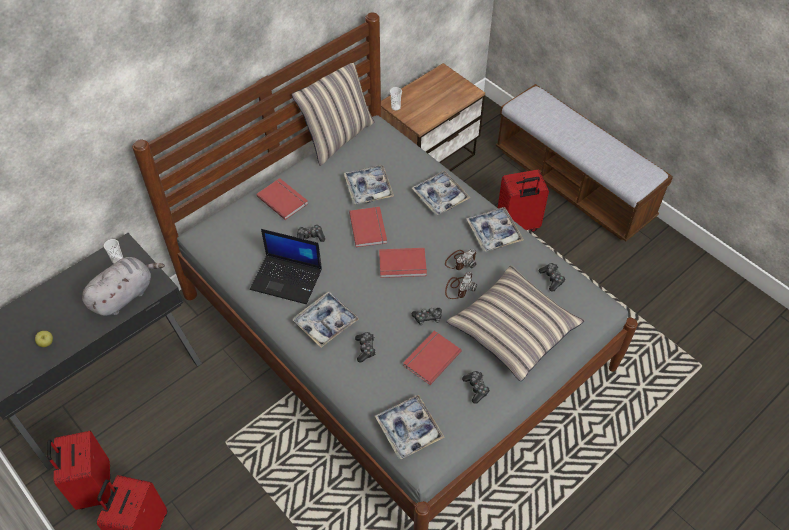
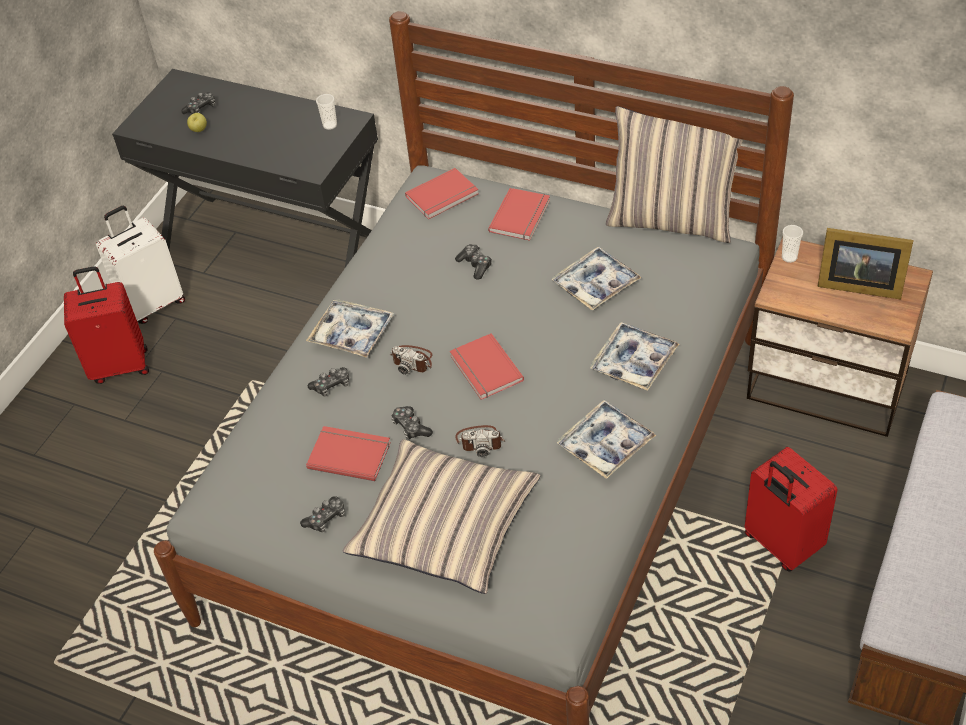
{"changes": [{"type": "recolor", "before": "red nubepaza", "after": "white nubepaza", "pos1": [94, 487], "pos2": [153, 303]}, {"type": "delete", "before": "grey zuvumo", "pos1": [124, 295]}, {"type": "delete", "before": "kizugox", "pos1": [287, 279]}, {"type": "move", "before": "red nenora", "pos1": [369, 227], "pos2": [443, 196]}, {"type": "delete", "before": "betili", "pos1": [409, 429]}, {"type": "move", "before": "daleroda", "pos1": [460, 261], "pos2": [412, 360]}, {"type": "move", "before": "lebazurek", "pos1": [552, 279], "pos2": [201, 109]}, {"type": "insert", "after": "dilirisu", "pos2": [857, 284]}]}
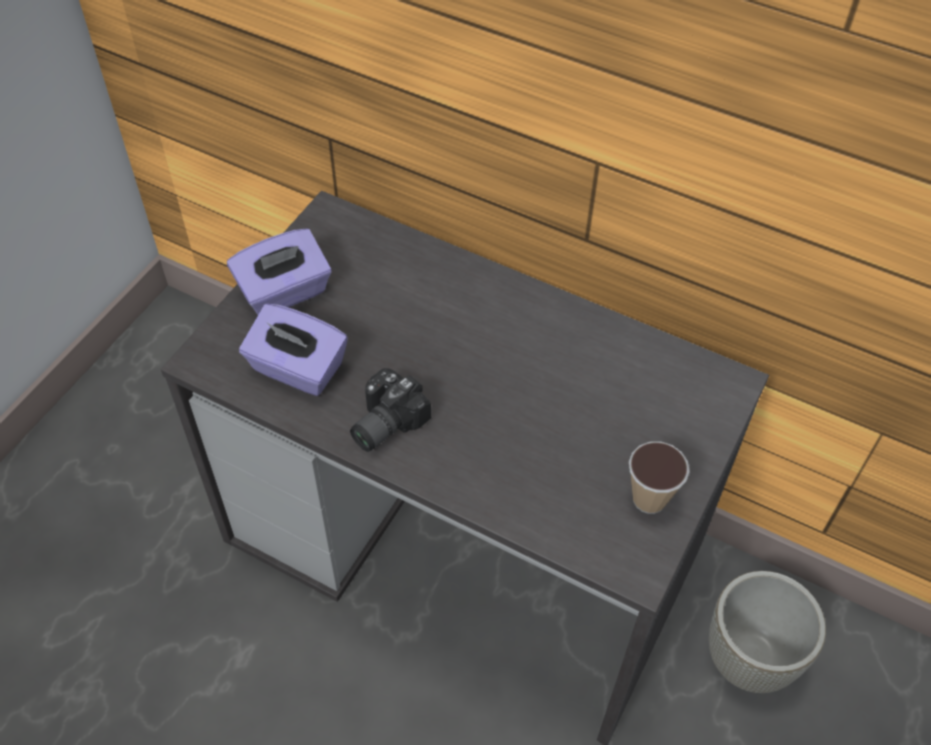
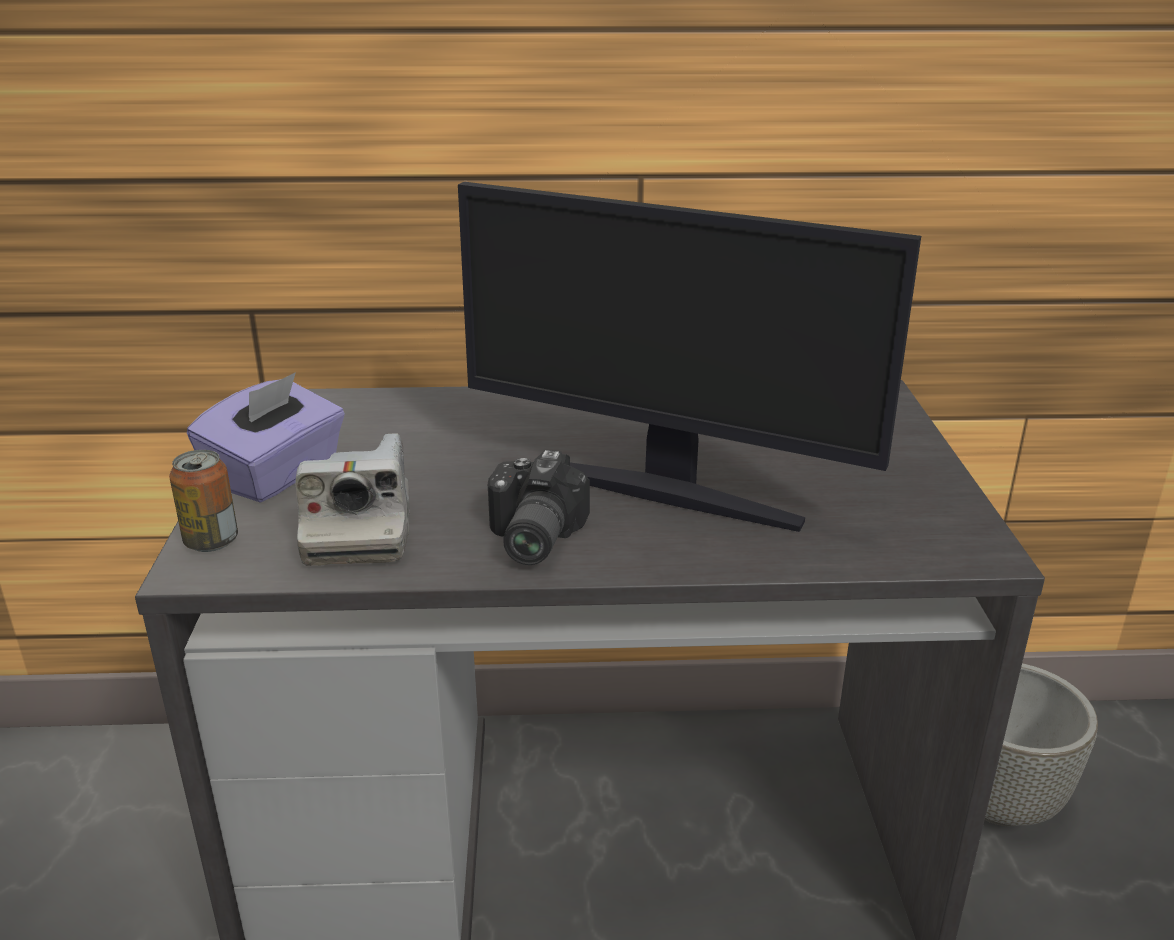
{"changes": [{"type": "replace", "before": "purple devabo", "after": "daleroda", "pos1": [297, 369], "pos2": [359, 531]}, {"type": "delete", "before": "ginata", "pos1": [649, 499]}, {"type": "insert", "after": "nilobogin", "pos2": [211, 541]}, {"type": "insert", "after": "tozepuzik", "pos2": [665, 491]}]}
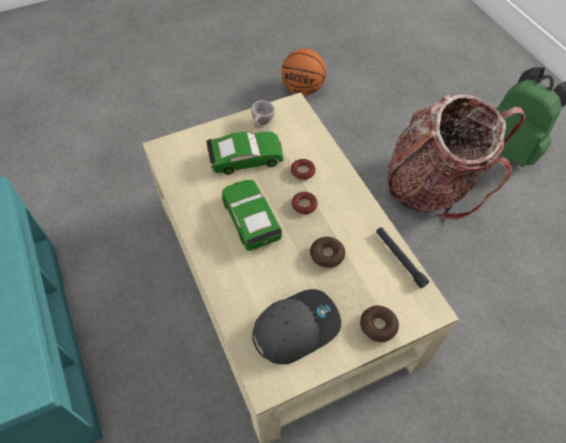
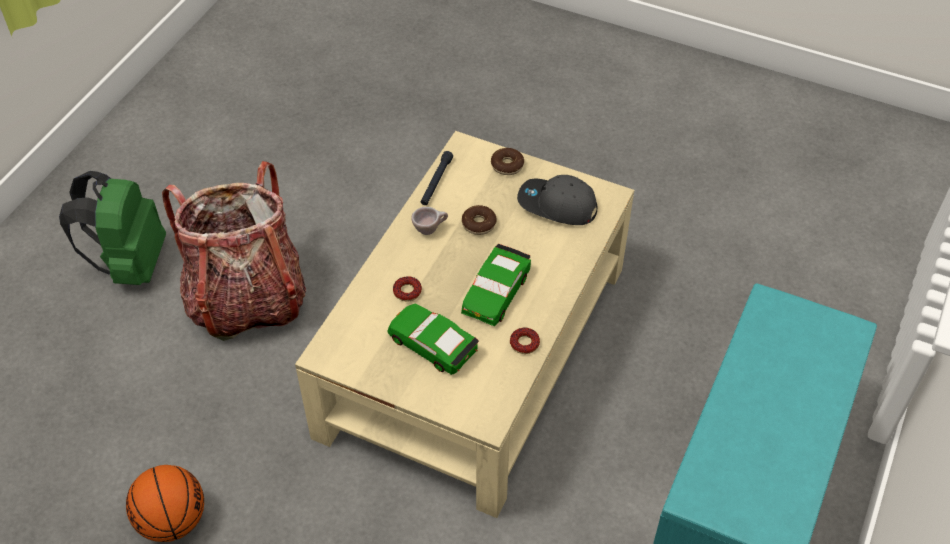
{"changes": [{"type": "move", "before": "beige ginata", "pos1": [262, 124], "pos2": [430, 229]}, {"type": "move", "before": "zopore", "pos1": [304, 205], "pos2": [524, 343]}]}
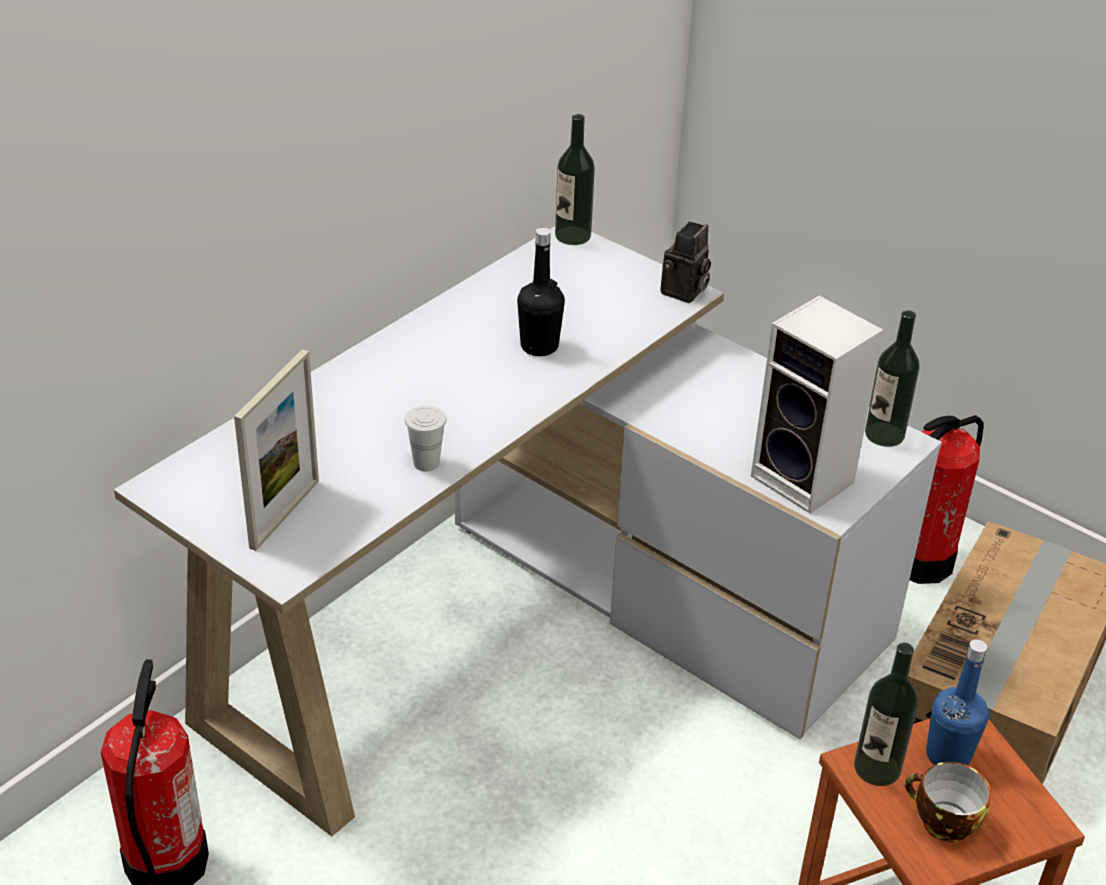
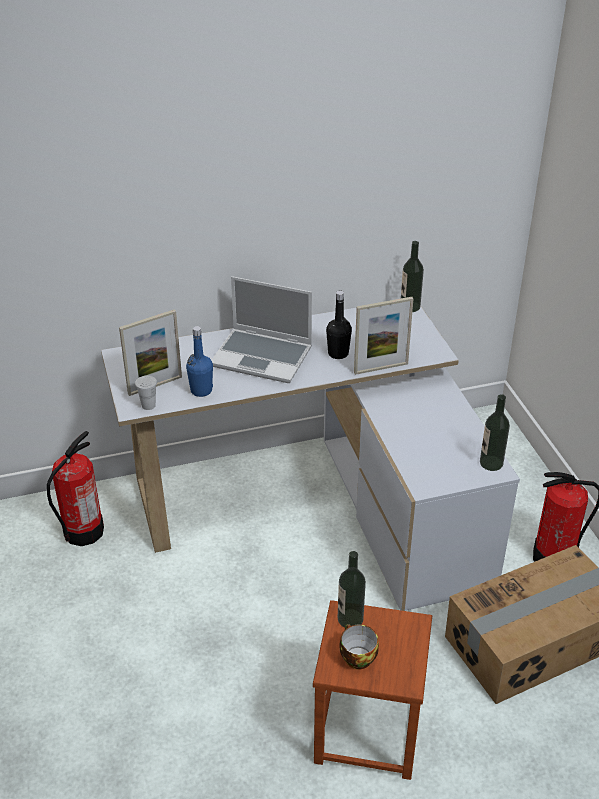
{"changes": [{"type": "move", "before": "white ginata", "pos1": [426, 463], "pos2": [148, 405]}, {"type": "delete", "before": "daleroda", "pos1": [684, 292]}, {"type": "delete", "before": "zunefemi", "pos1": [806, 480]}, {"type": "move", "before": "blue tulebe", "pos1": [948, 755], "pos2": [201, 390]}, {"type": "insert", "after": "kizugox", "pos2": [263, 357]}, {"type": "insert", "after": "dilirisu", "pos2": [381, 368]}]}
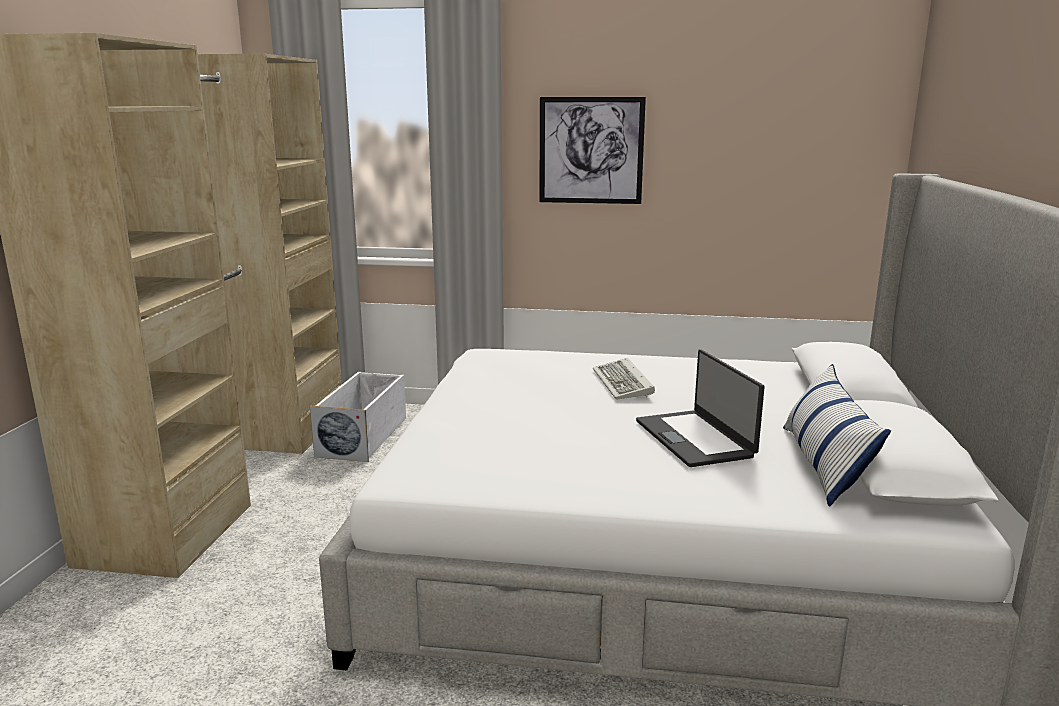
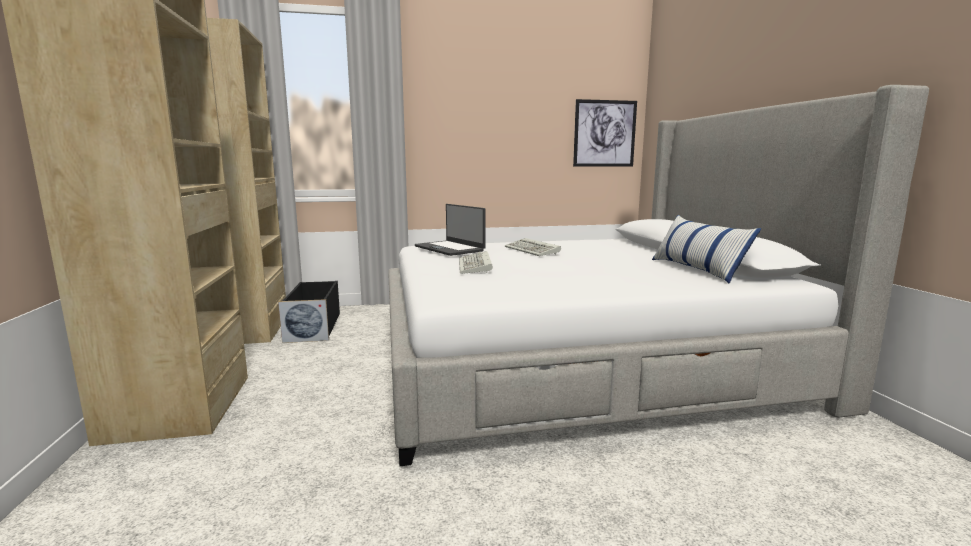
{"changes": [{"type": "recolor", "before": "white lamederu", "after": "black lamederu", "pos1": [363, 436], "pos2": [314, 327]}, {"type": "move", "before": "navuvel", "pos1": [591, 150], "pos2": [604, 133]}, {"type": "move", "before": "kizugox", "pos1": [695, 438], "pos2": [450, 248]}, {"type": "insert", "after": "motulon", "pos2": [476, 266]}]}
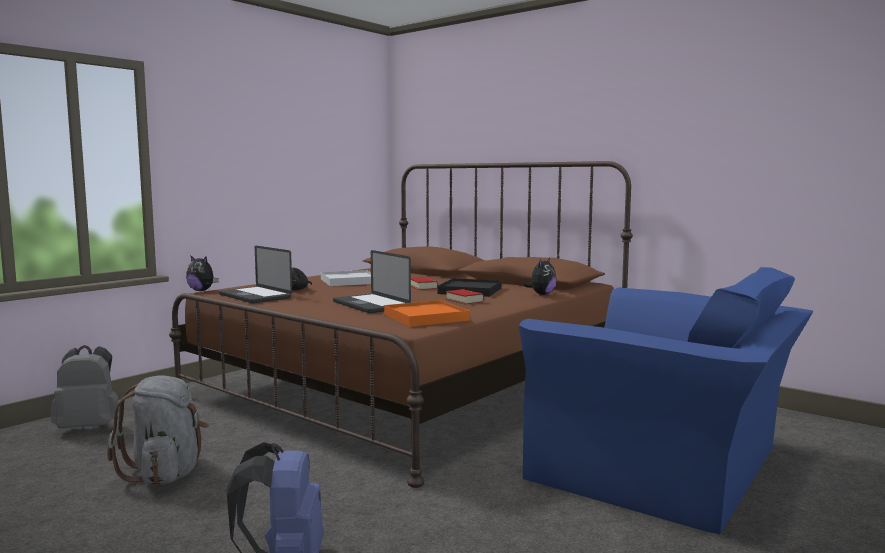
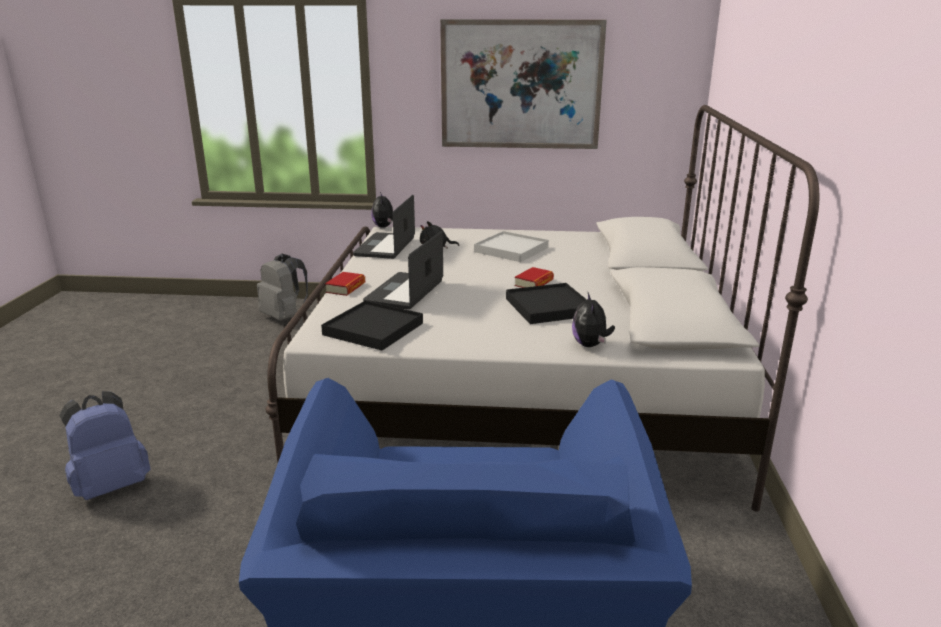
{"changes": [{"type": "delete", "before": "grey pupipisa", "pos1": [166, 474]}, {"type": "recolor", "before": "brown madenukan", "after": "white madenukan", "pos1": [408, 387], "pos2": [519, 387]}, {"type": "recolor", "before": "orange betili", "after": "black betili", "pos1": [426, 317], "pos2": [373, 329]}, {"type": "move", "before": "nenora", "pos1": [464, 301], "pos2": [346, 288]}, {"type": "rotate", "before": "zuvumo", "pos1": [541, 294], "pos2": [590, 345], "turn": 90}, {"type": "insert", "after": "navuvel", "pos2": [520, 85]}]}
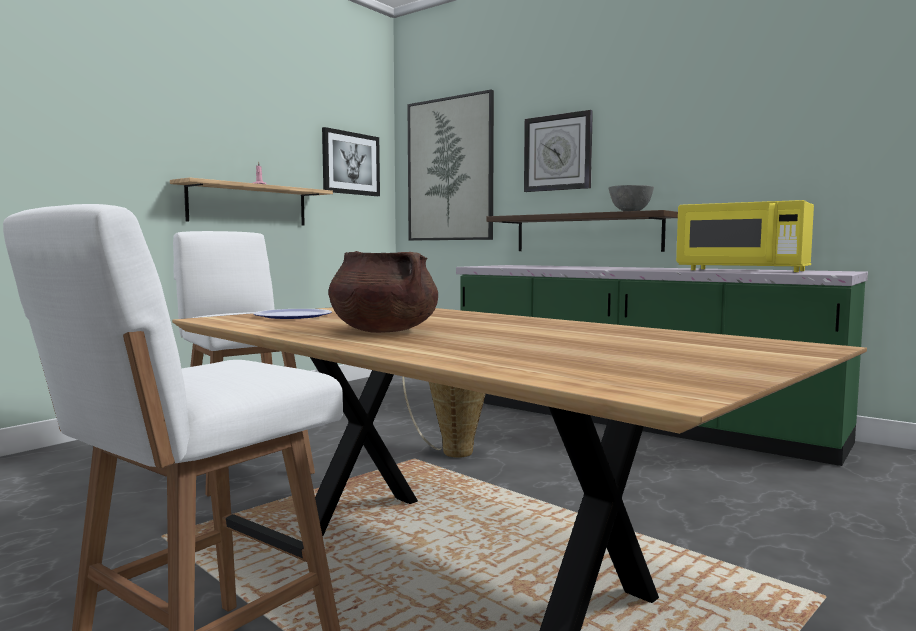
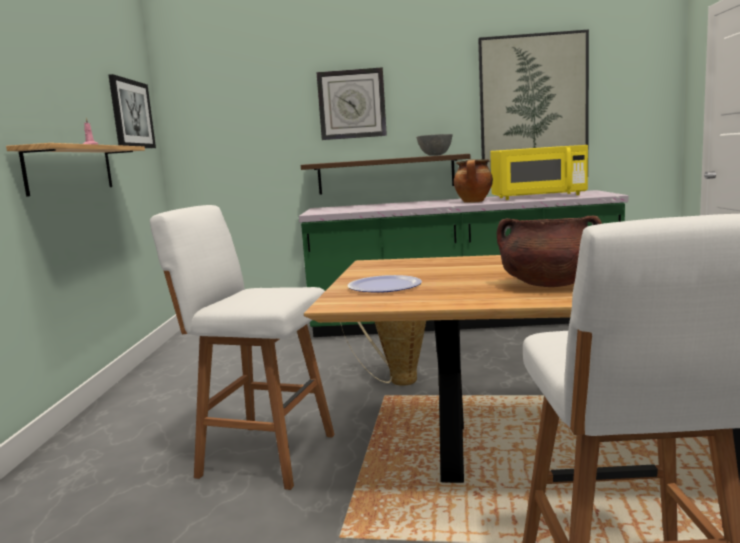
{"changes": [{"type": "move", "before": "navuvel", "pos1": [450, 169], "pos2": [533, 108]}, {"type": "insert", "after": "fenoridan", "pos2": [474, 202]}]}
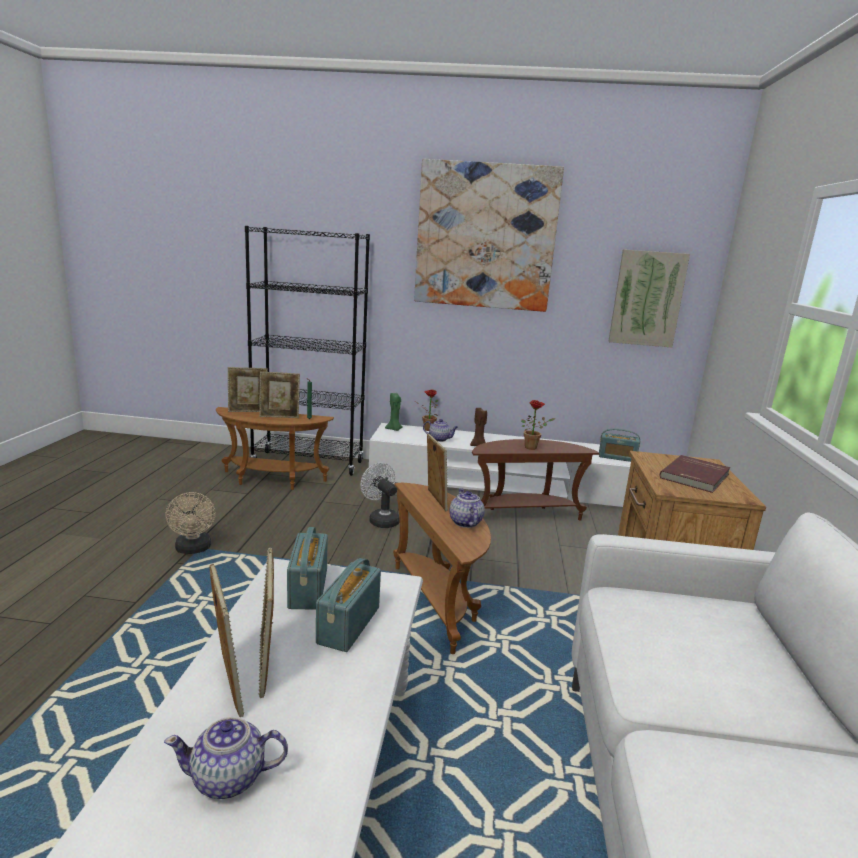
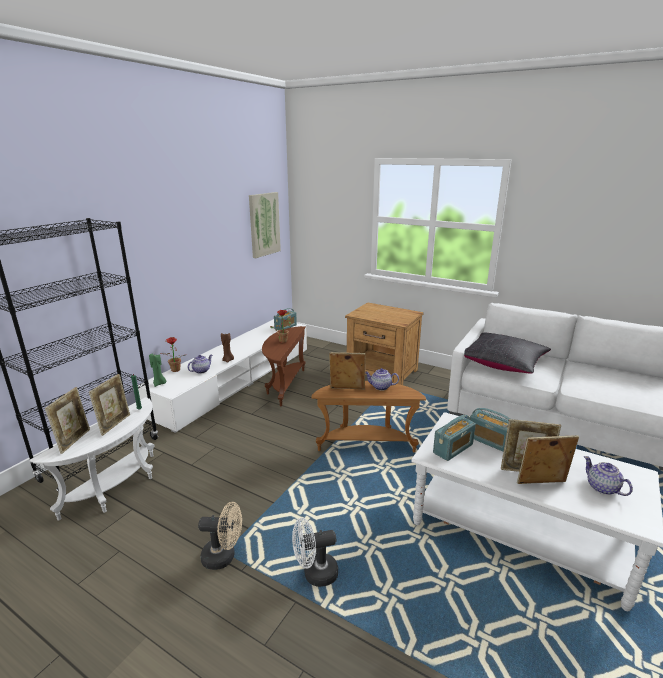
{"changes": [{"type": "rotate", "before": "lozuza", "pos1": [229, 779], "pos2": [602, 488], "turn": 135}, {"type": "recolor", "before": "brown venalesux", "after": "white venalesux", "pos1": [271, 481], "pos2": [118, 489]}, {"type": "rotate", "before": "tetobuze", "pos1": [308, 588], "pos2": [453, 448], "turn": -60}, {"type": "move", "before": "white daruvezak", "pos1": [381, 519], "pos2": [315, 574]}, {"type": "delete", "before": "navuvel", "pos1": [485, 237]}, {"type": "delete", "before": "red nenora", "pos1": [696, 476]}, {"type": "insert", "after": "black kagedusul", "pos2": [502, 362]}]}
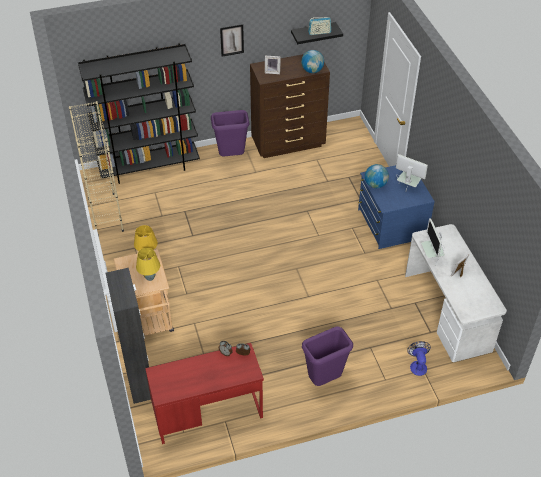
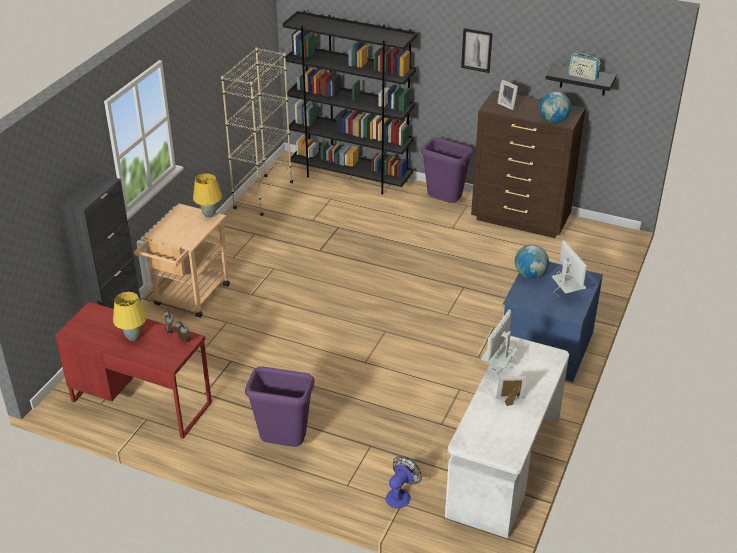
{"changes": [{"type": "move", "before": "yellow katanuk", "pos1": [149, 277], "pos2": [133, 337]}]}
